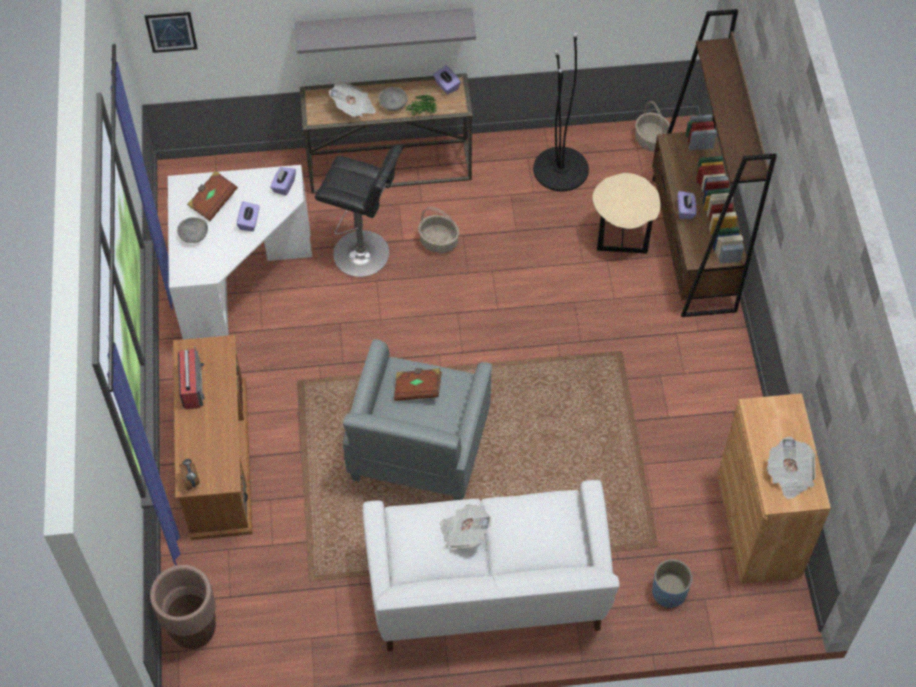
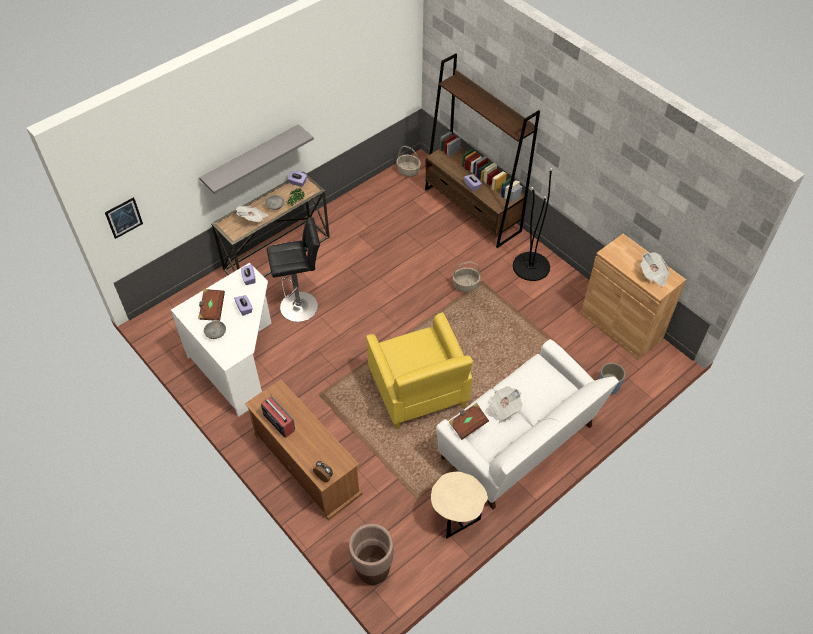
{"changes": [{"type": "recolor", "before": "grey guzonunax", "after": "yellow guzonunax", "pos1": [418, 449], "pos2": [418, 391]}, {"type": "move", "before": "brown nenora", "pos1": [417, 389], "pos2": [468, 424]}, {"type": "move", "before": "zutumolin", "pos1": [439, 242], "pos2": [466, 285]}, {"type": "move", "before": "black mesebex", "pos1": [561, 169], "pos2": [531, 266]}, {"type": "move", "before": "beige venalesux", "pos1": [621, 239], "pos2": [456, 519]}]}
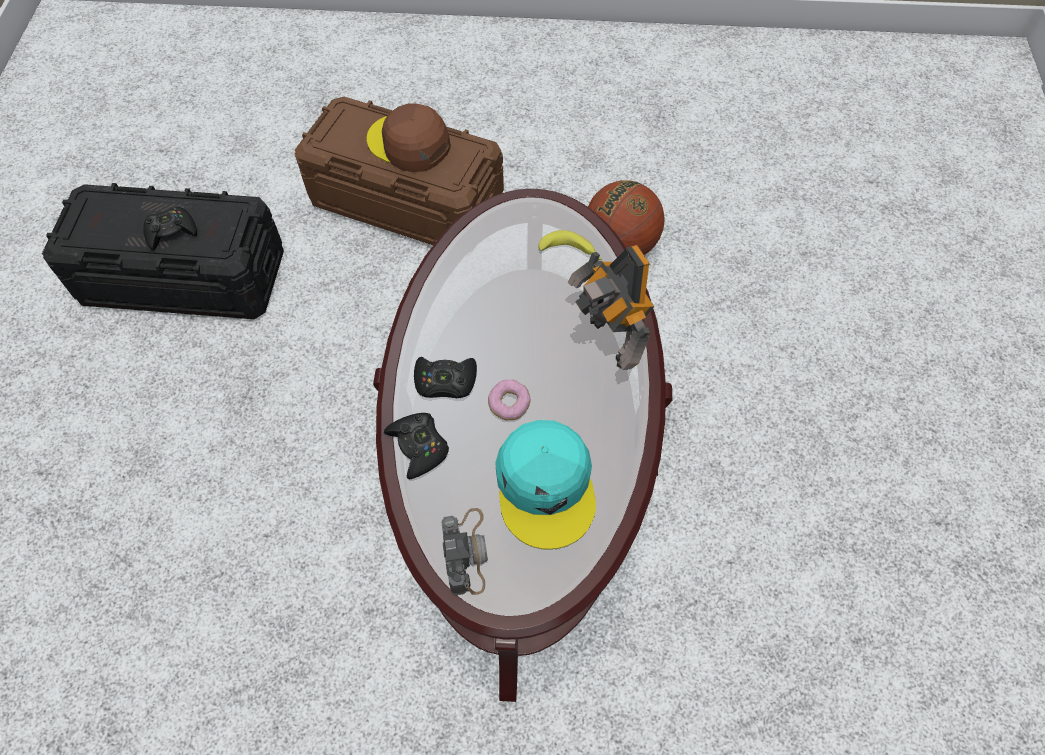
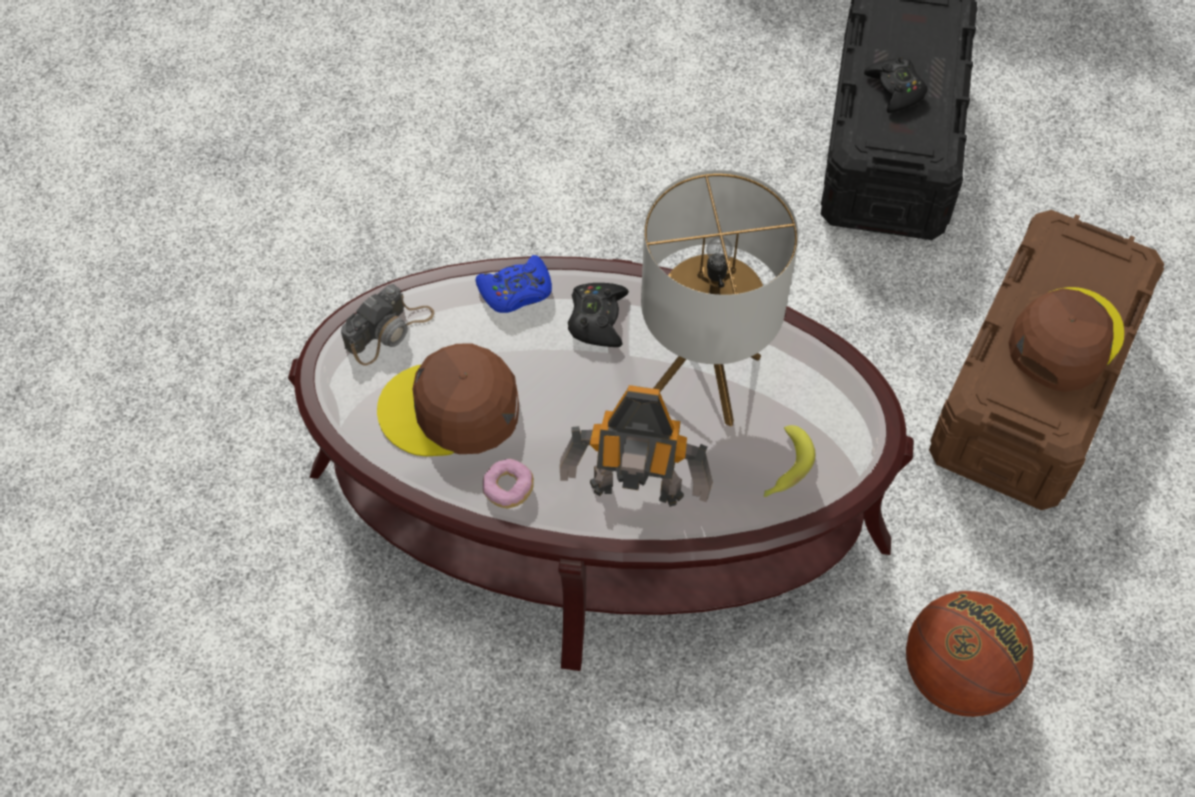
{"changes": [{"type": "recolor", "before": "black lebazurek", "after": "blue lebazurek", "pos1": [418, 447], "pos2": [516, 291]}, {"type": "rotate", "before": "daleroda", "pos1": [467, 551], "pos2": [389, 330], "turn": -45}, {"type": "move", "before": "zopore", "pos1": [509, 404], "pos2": [508, 489]}, {"type": "recolor", "before": "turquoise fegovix", "after": "brown fegovix", "pos1": [546, 486], "pos2": [451, 409]}, {"type": "rotate", "before": "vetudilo", "pos1": [608, 343], "pos2": [636, 495], "turn": -150}, {"type": "insert", "after": "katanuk", "pos2": [704, 376]}]}
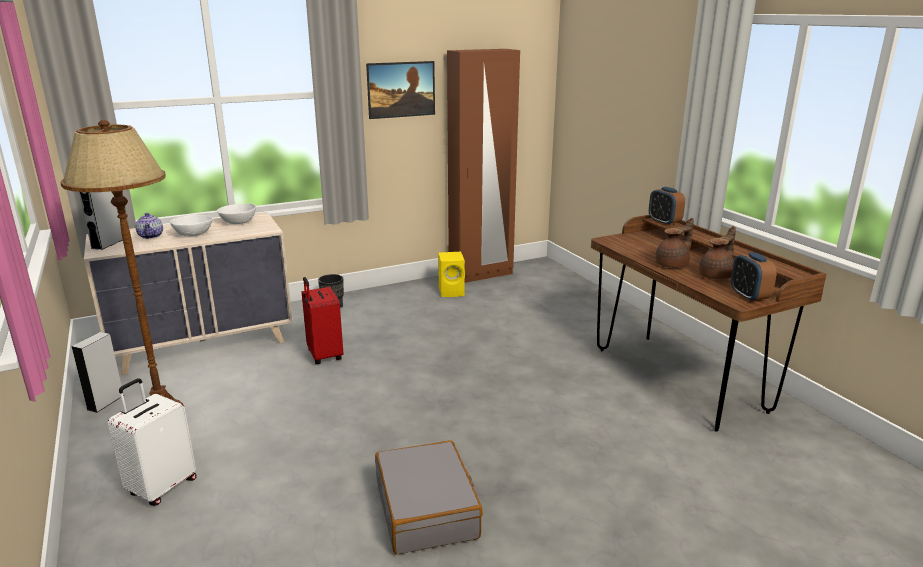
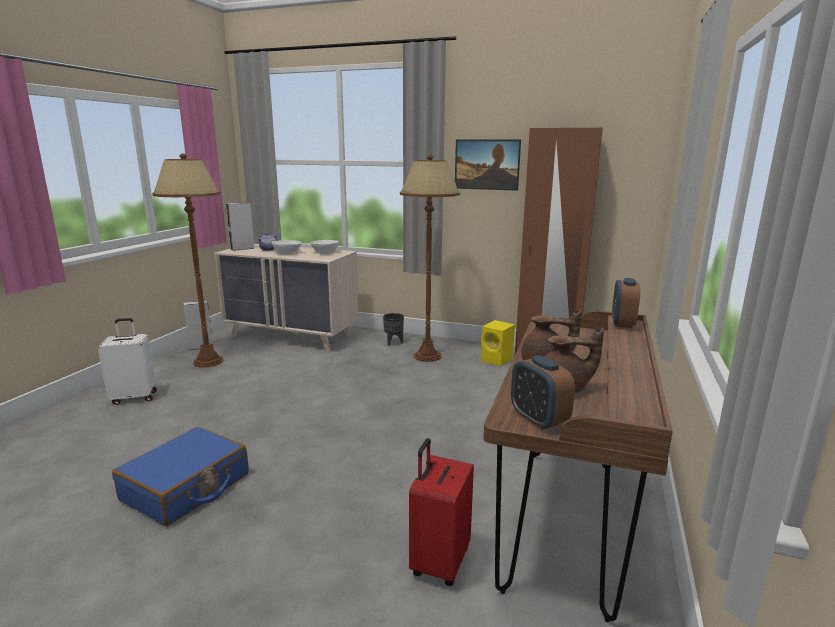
{"changes": [{"type": "move", "before": "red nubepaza", "pos1": [323, 356], "pos2": [439, 562]}, {"type": "recolor", "before": "grey nubepaza", "after": "blue nubepaza", "pos1": [427, 509], "pos2": [186, 487]}, {"type": "rotate", "before": "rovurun", "pos1": [749, 296], "pos2": [538, 419], "turn": -60}, {"type": "insert", "after": "brown mesebex", "pos2": [428, 356]}]}
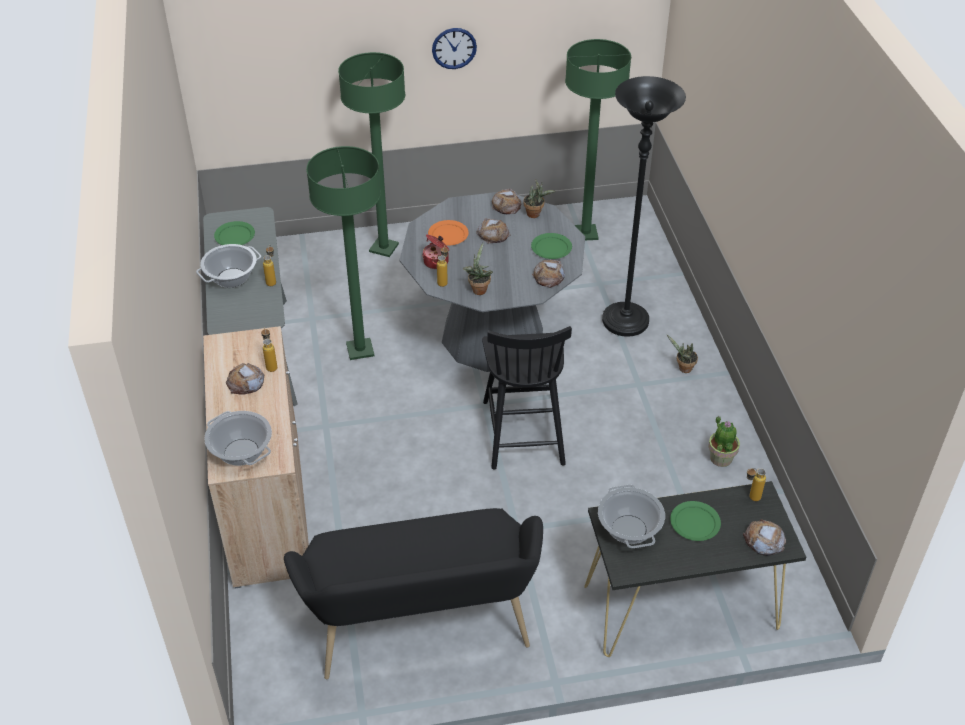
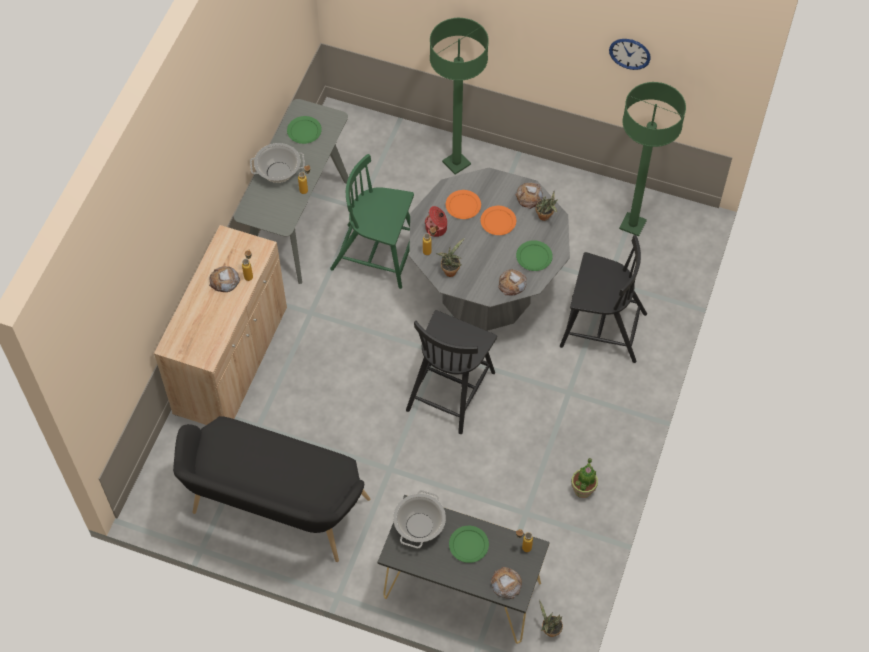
{"changes": [{"type": "delete", "before": "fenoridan", "pos1": [242, 452]}, {"type": "replace", "before": "green mesebex", "after": "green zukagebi", "pos1": [360, 350], "pos2": [376, 255]}, {"type": "move", "before": "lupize", "pos1": [454, 48], "pos2": [629, 53]}, {"type": "replace", "before": "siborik", "after": "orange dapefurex", "pos1": [493, 234], "pos2": [498, 221]}, {"type": "replace", "before": "black mesebex", "after": "black zukagebi", "pos1": [625, 322], "pos2": [601, 329]}, {"type": "move", "before": "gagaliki", "pos1": [683, 368], "pos2": [549, 630]}]}
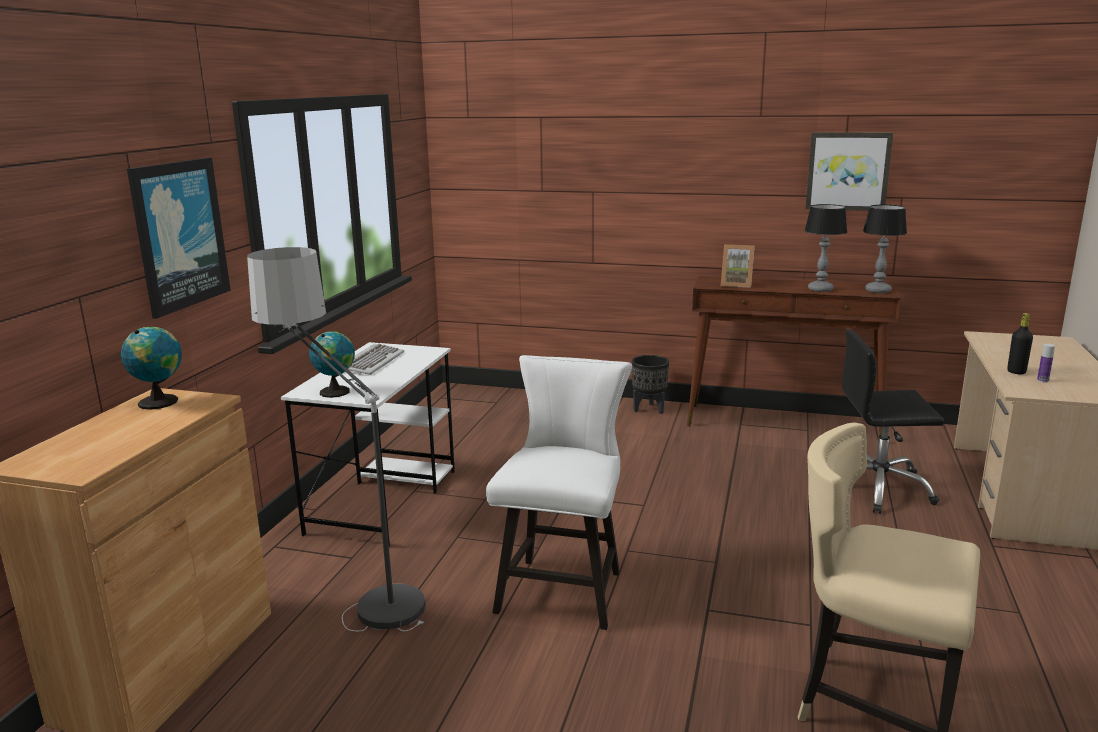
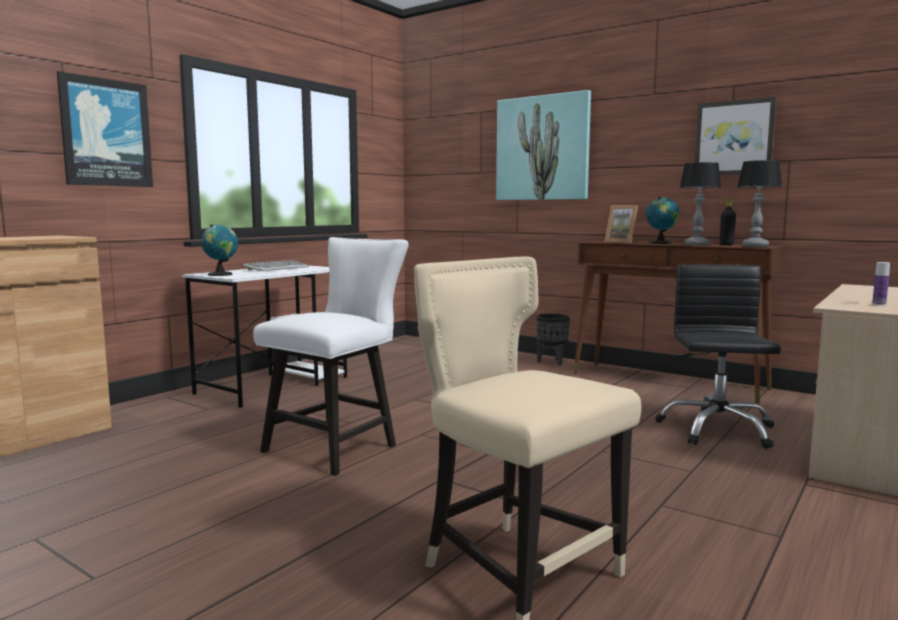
{"changes": [{"type": "move", "before": "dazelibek", "pos1": [160, 401], "pos2": [661, 243]}, {"type": "delete", "before": "mesebex", "pos1": [353, 594]}, {"type": "rotate", "before": "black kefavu", "pos1": [877, 488], "pos2": [716, 429], "turn": 75}, {"type": "move", "before": "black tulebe", "pos1": [1016, 372], "pos2": [726, 244]}, {"type": "insert", "after": "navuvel", "pos2": [543, 148]}]}
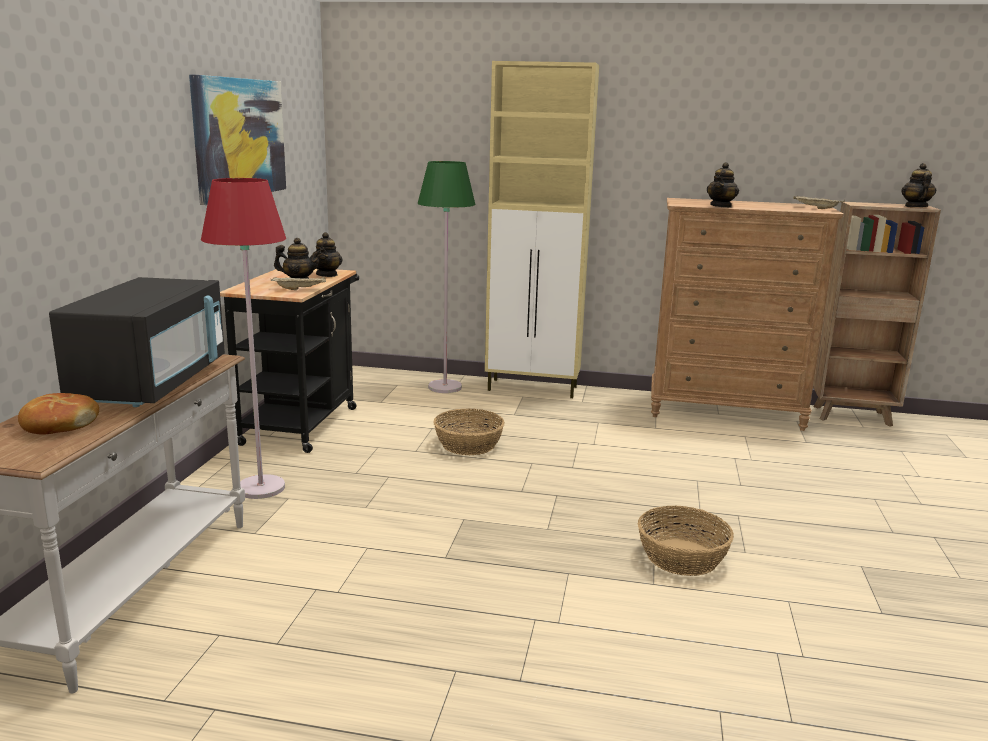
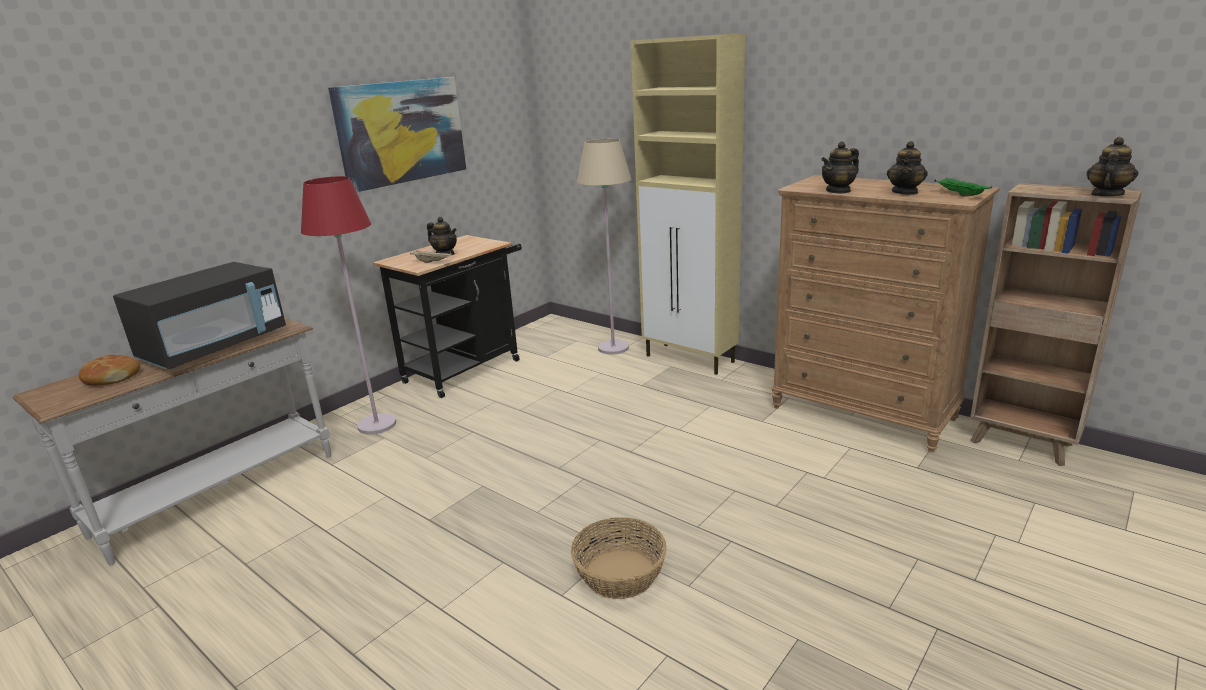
{"changes": [{"type": "move", "before": "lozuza", "pos1": [327, 275], "pos2": [905, 192]}, {"type": "recolor", "before": "green mesebex", "after": "beige mesebex", "pos1": [445, 387], "pos2": [613, 348]}, {"type": "delete", "before": "zutumolin", "pos1": [468, 444]}, {"type": "recolor", "before": "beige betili", "after": "green betili", "pos1": [815, 208], "pos2": [959, 195]}]}
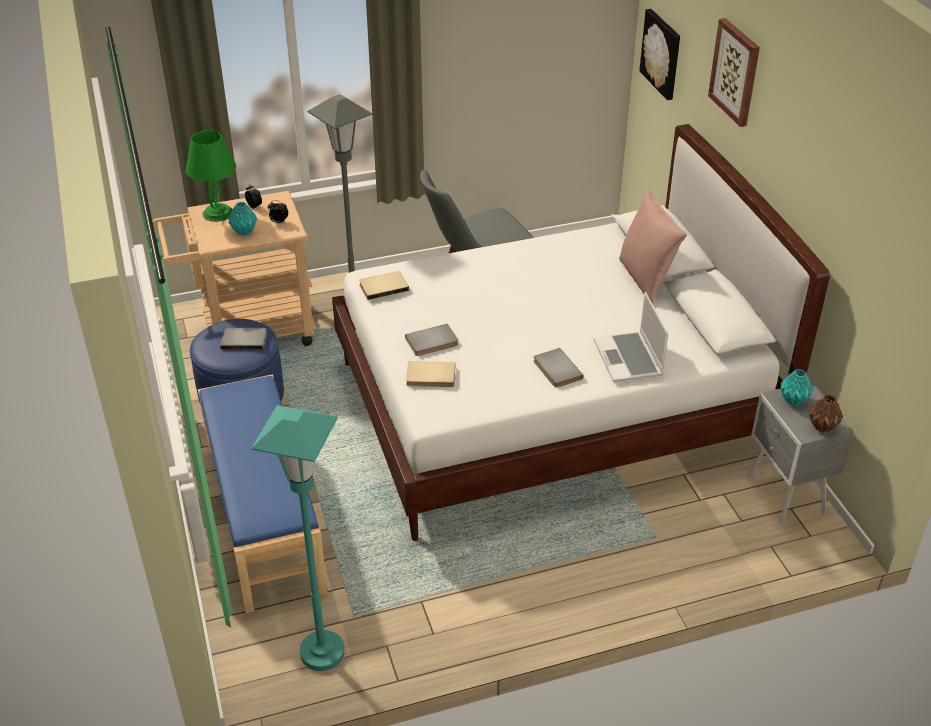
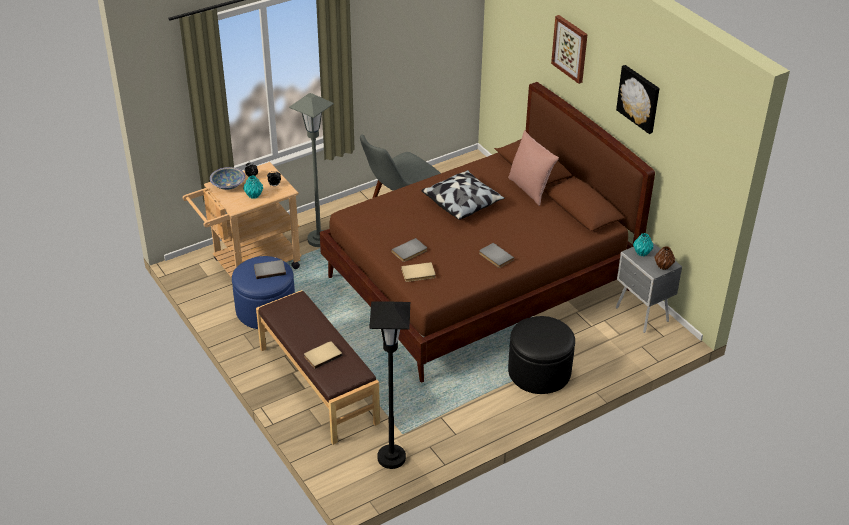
{"changes": [{"type": "replace", "before": "green katanuk", "after": "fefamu", "pos1": [217, 213], "pos2": [228, 185]}, {"type": "recolor", "before": "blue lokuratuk", "after": "brown lokuratuk", "pos1": [263, 517], "pos2": [317, 385]}, {"type": "recolor", "before": "turquoise mesebex", "after": "black mesebex", "pos1": [322, 652], "pos2": [391, 458]}, {"type": "recolor", "before": "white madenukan", "after": "brown madenukan", "pos1": [552, 407], "pos2": [479, 283]}, {"type": "move", "before": "beige nenora", "pos1": [383, 286], "pos2": [322, 355]}, {"type": "delete", "before": "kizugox", "pos1": [629, 359]}, {"type": "move", "before": "navuvel", "pos1": [662, 53], "pos2": [639, 98]}, {"type": "insert", "after": "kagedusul", "pos2": [462, 203]}, {"type": "insert", "after": "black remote", "pos2": [539, 372]}]}
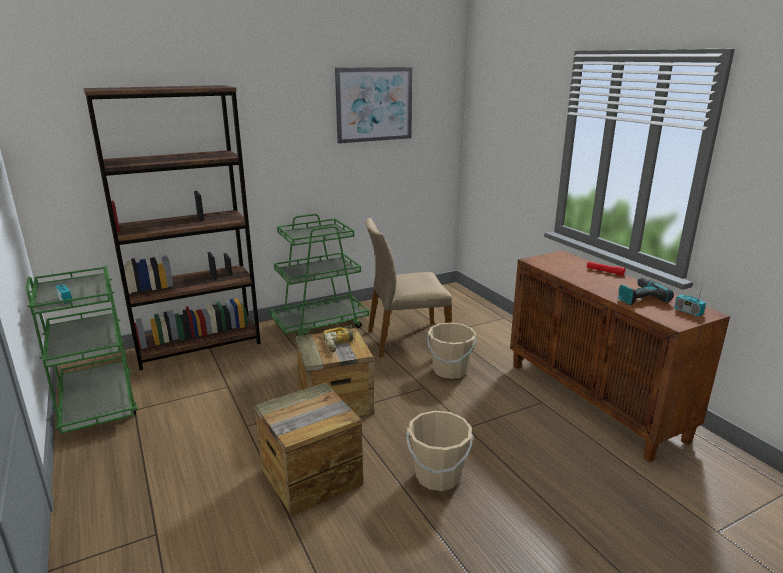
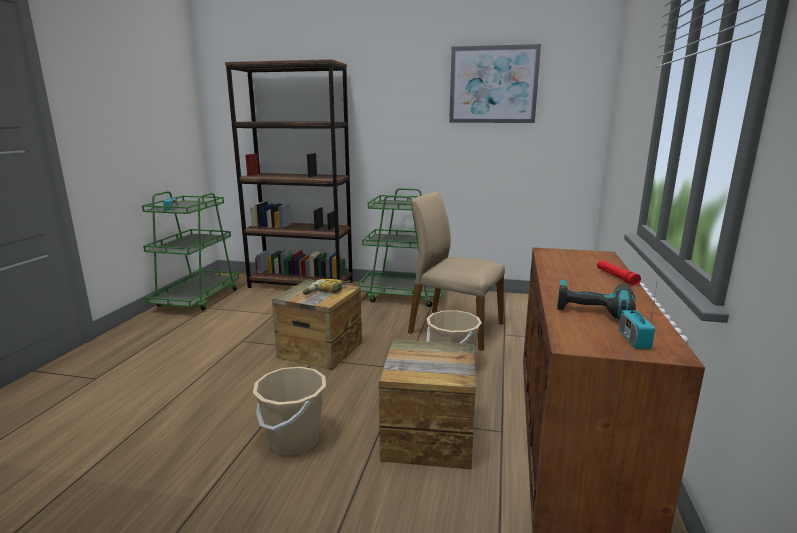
{"changes": [{"type": "move", "before": "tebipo", "pos1": [311, 476], "pos2": [428, 436]}]}
